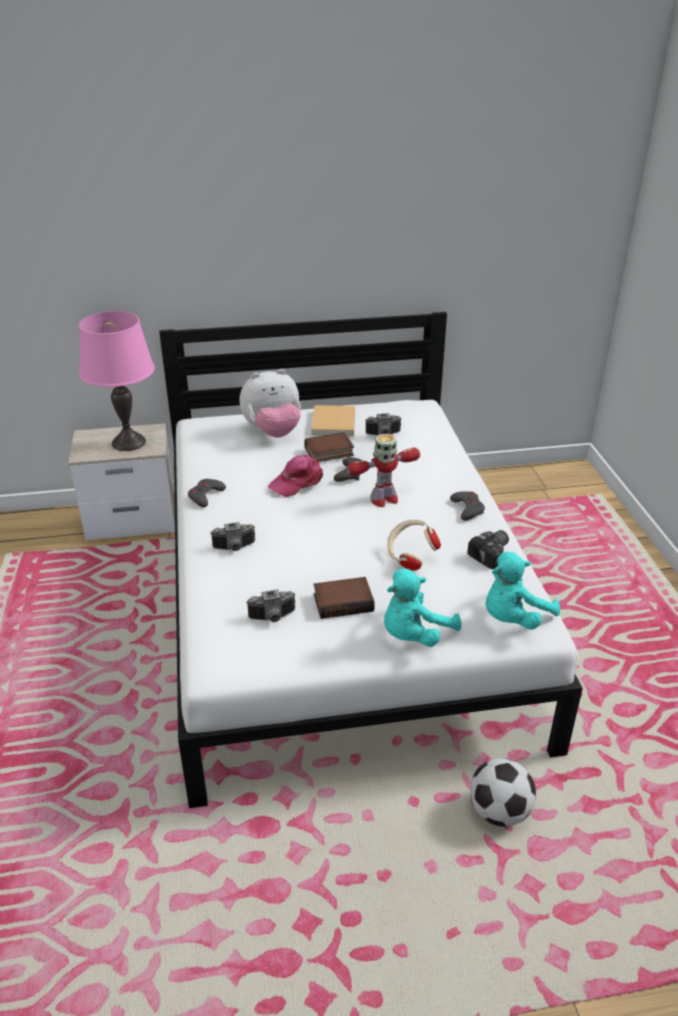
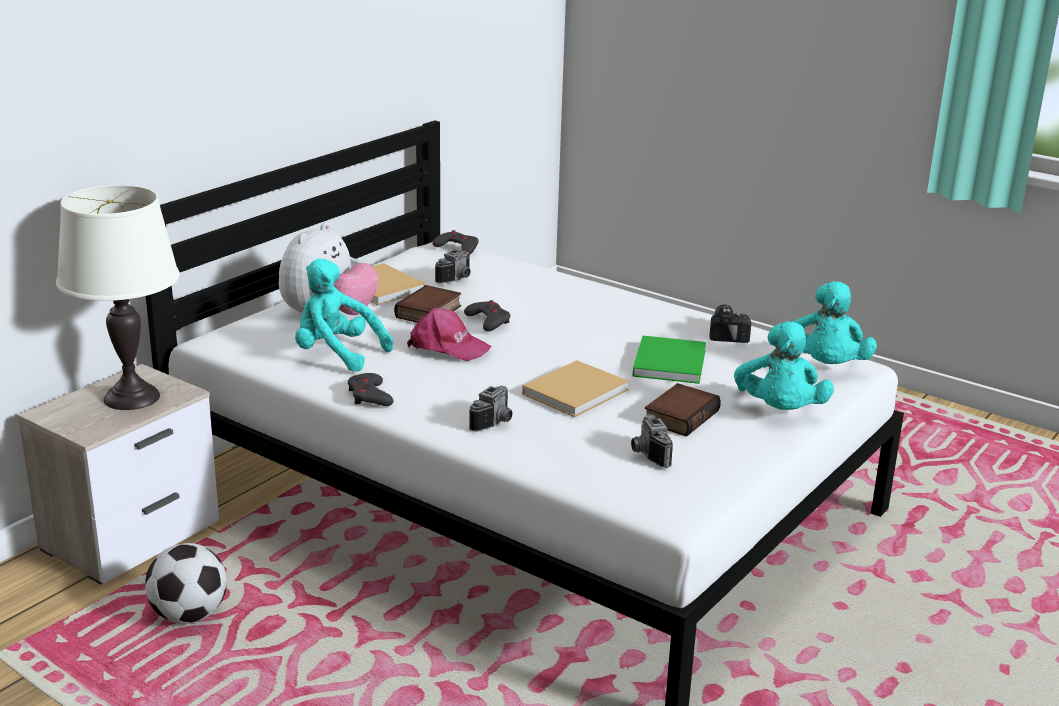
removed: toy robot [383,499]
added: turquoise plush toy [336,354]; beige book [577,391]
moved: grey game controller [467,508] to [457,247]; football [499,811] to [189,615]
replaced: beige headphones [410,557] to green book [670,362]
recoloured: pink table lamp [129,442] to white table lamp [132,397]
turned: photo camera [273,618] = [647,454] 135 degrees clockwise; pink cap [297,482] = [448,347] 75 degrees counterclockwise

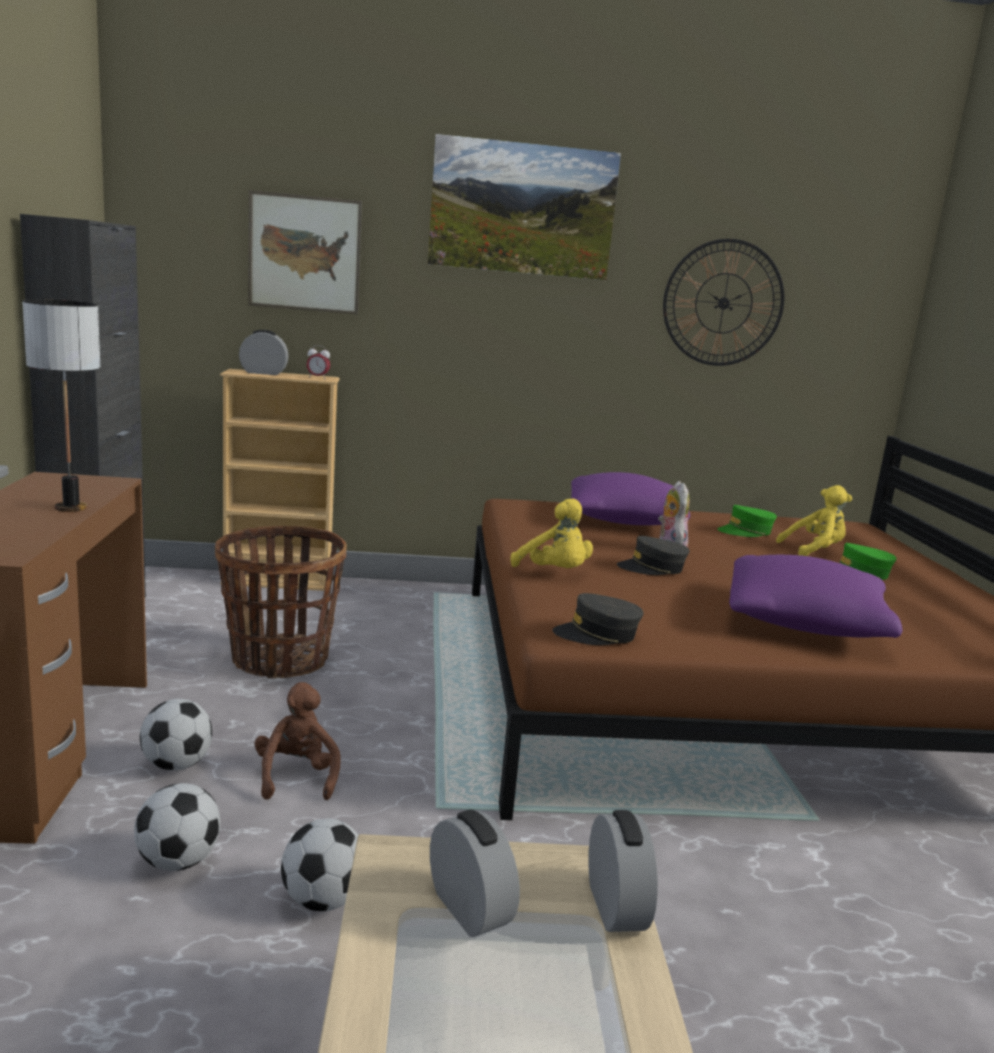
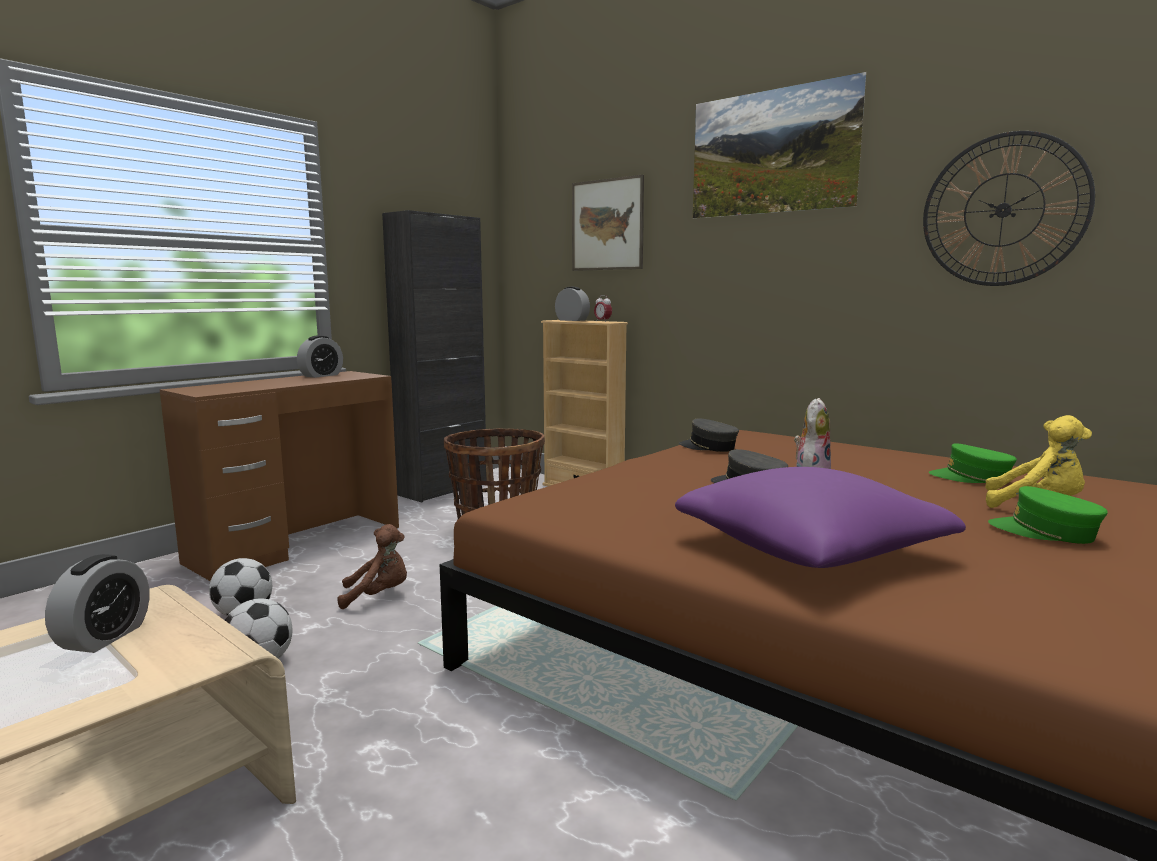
removed: table lamp [70,508]; football [176,764]; yellow plush toy [554,573]; purple pillow [624,519]
moved: grey cap [597,634] to [708,447]; alarm clock [615,906] to [321,375]
turned: brown plush toy [297,777] = [378,596] 45 degrees clockwise

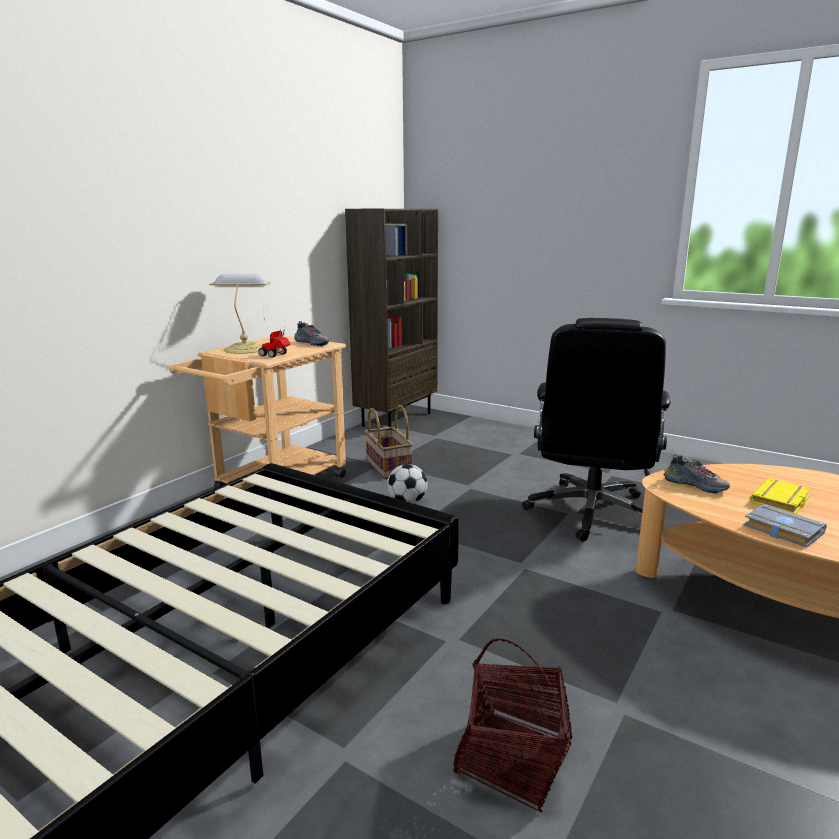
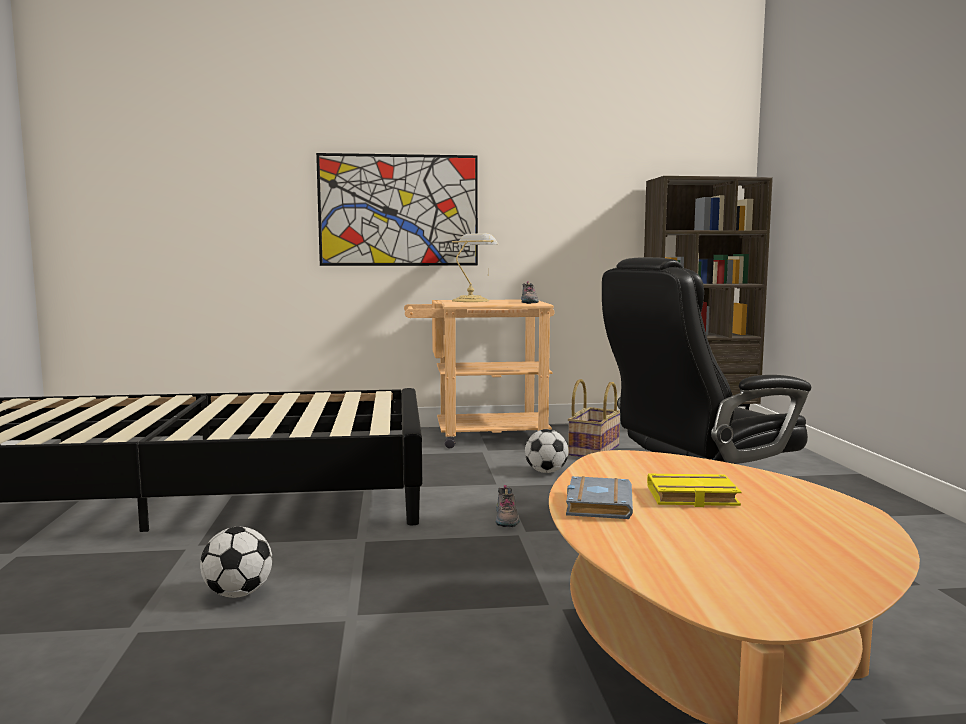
removed: toy car [276,355]
added: picture [398,210]
moved: shoe [696,485] to [507,519]
replaced: basket [513,759] to football [238,594]

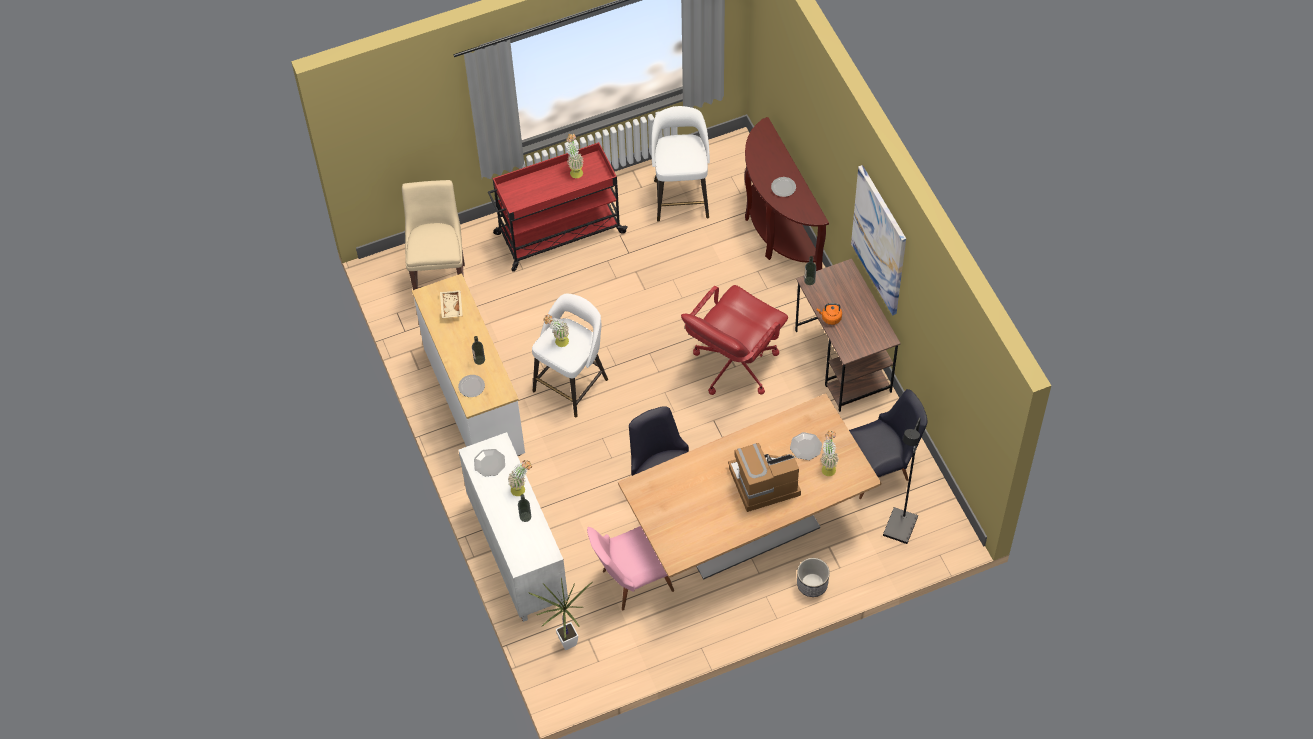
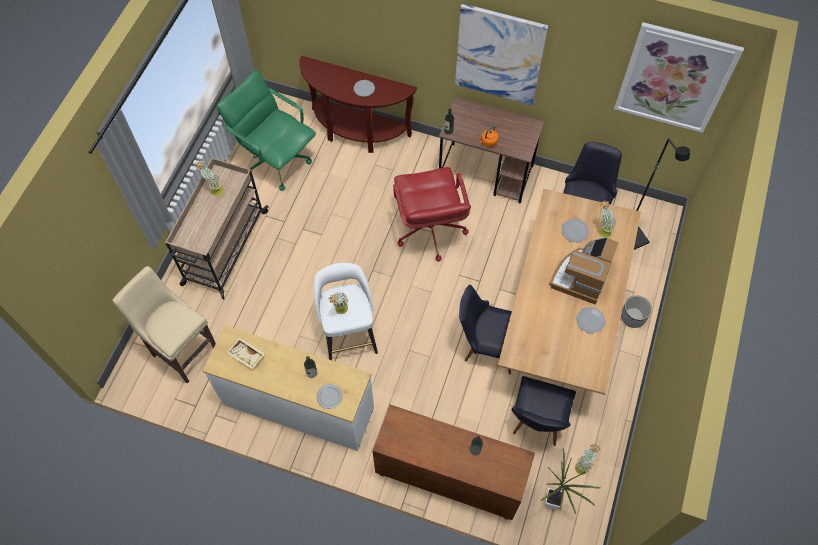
added: picture [674,78]
moved: plate [489,463] to [590,320]; potted plant [521,489] to [583,465]
replaced: white stool [681,197] to green office chair [275,160]
recoloured: white cabinet [516,552] to brown cabinet [448,478]; red cart [558,233] to beige cart [224,249]; pink chair [630,582] to black chair [537,423]

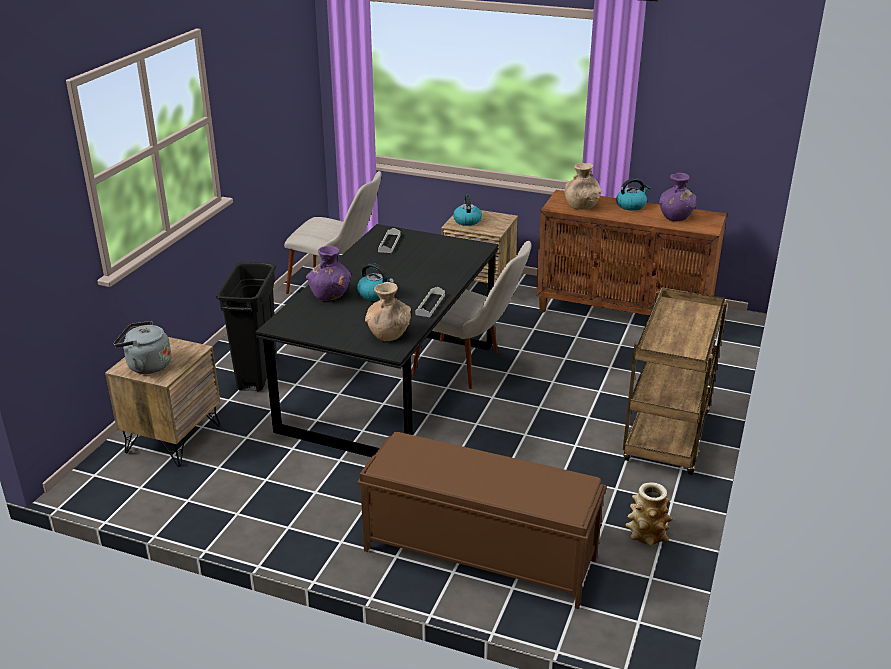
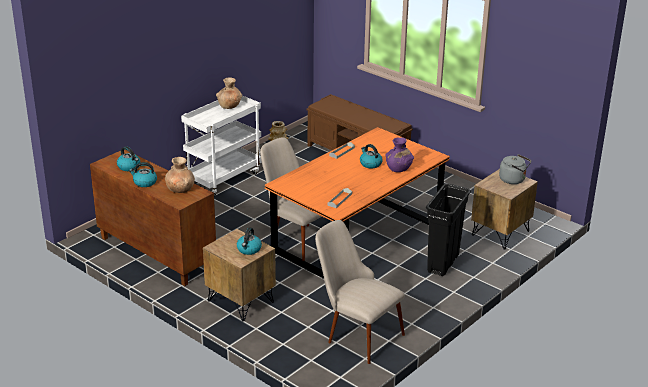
moved: brown vase [388,334] to [229,106]
replaced: purple vase [675,217] to kettle [129,167]
recoloured: black dining table [391,386] to orange dining table [356,237]; brown cart [667,440] to white cart [224,177]

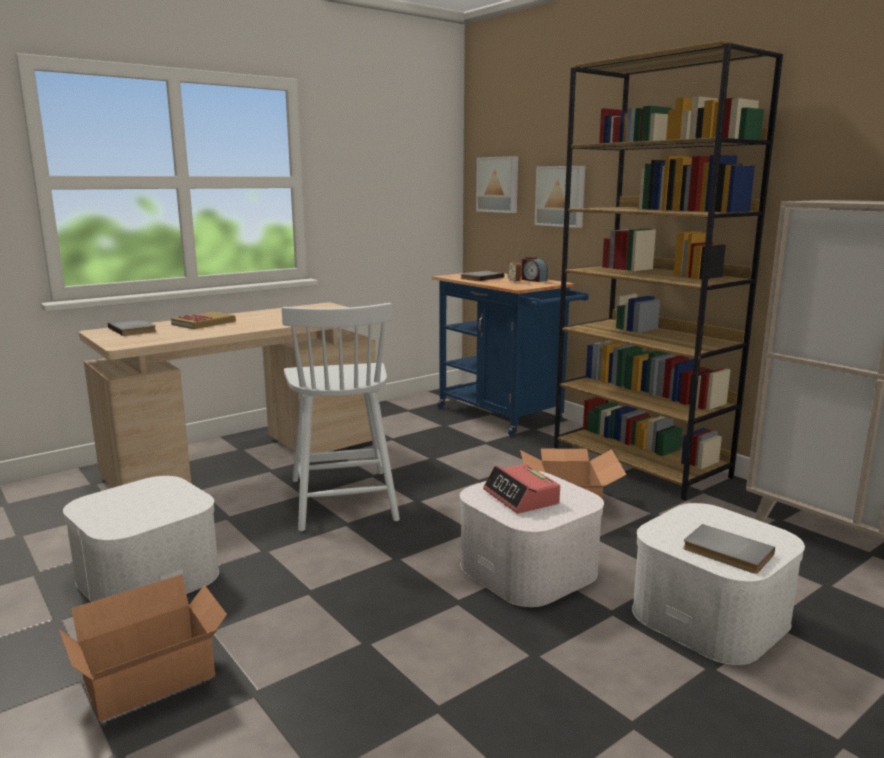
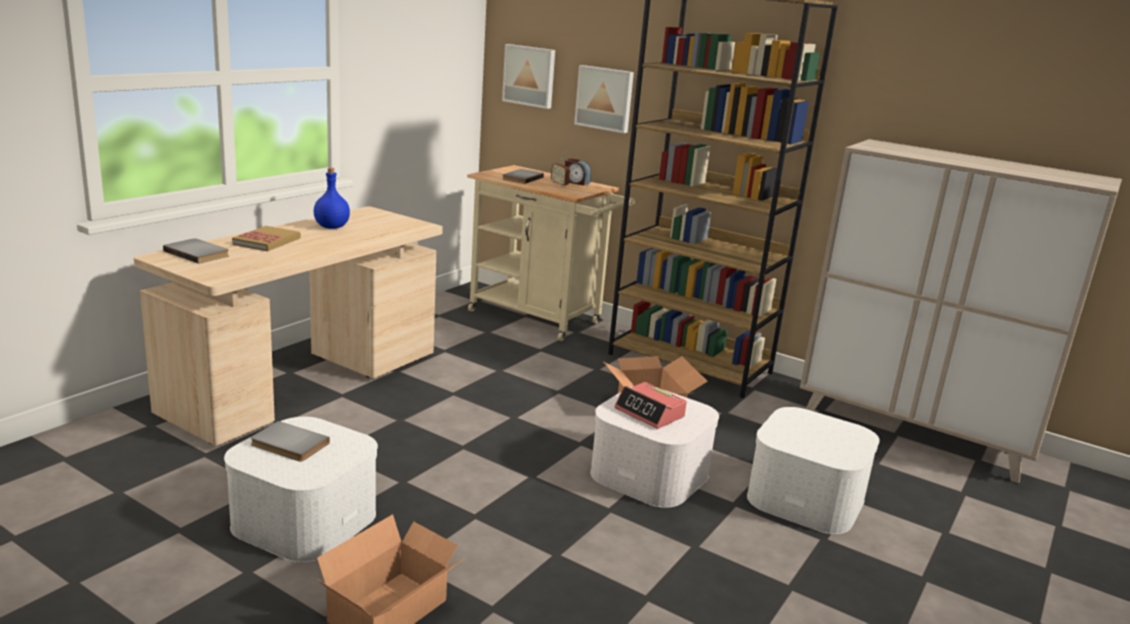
removed: white chair [343,498]
added: blue bottle [331,227]
moved: grey book [726,552] to [288,445]
recoloured: blue cart [504,416] to beige cart [541,319]

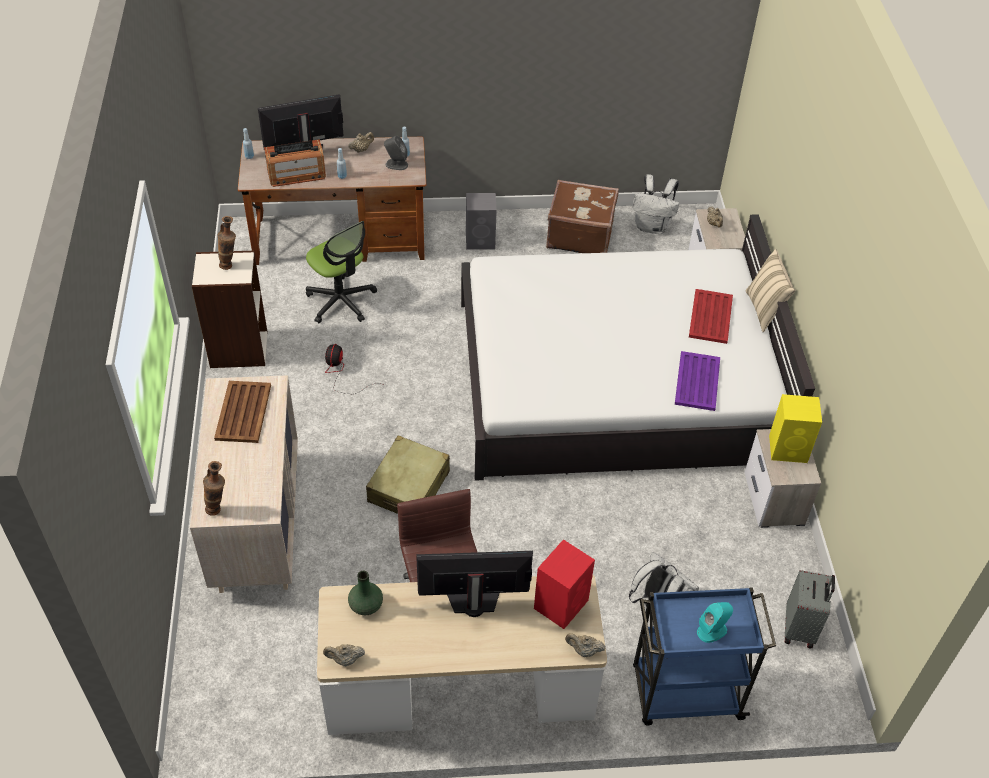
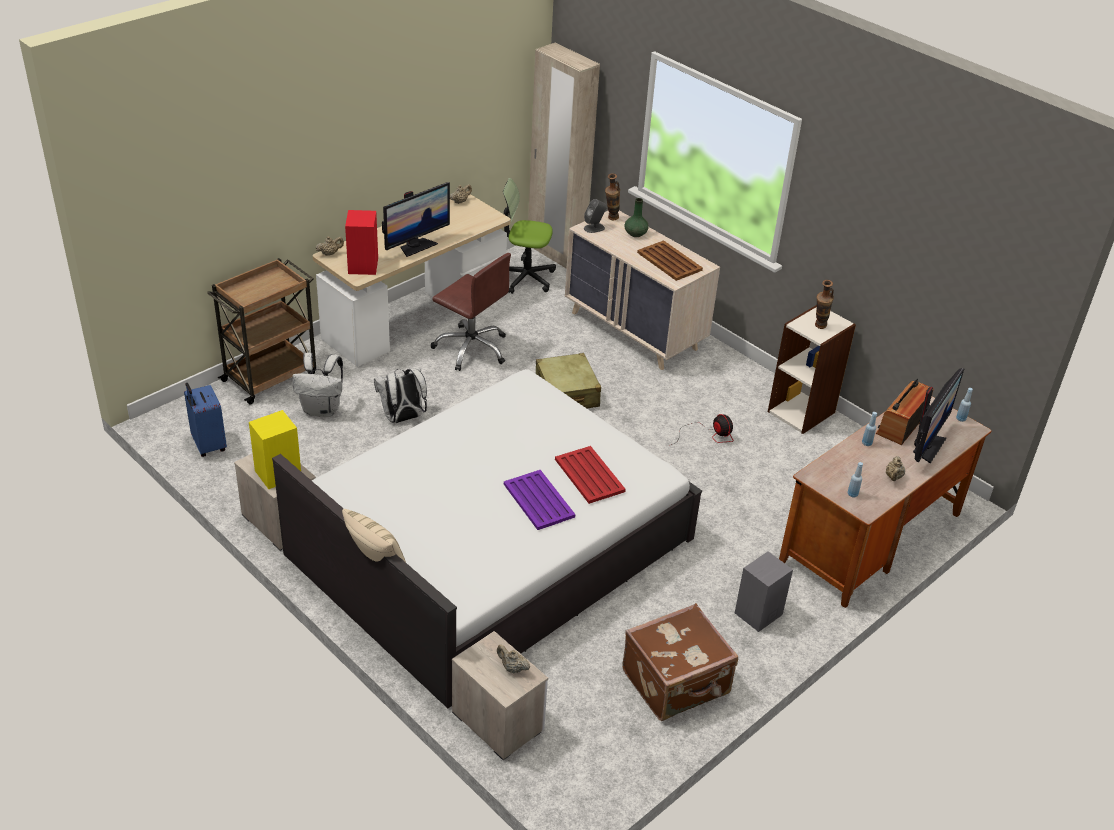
removed: turquoise speaker [712,630]
added: beige wardrobe [555,254]
moved: office chair [341,301] to [525,277]; green vase [365,605] to [635,233]; grey speaker [396,164] to [594,228]; white backpack [652,226] to [403,418]; purple tray [697,382] to [538,500]; red tray [710,317] to [589,475]
recoloured: blue cart [684,693] to brown cart [271,376]; grey suitcase [800,628] to blue suitcase [208,445]

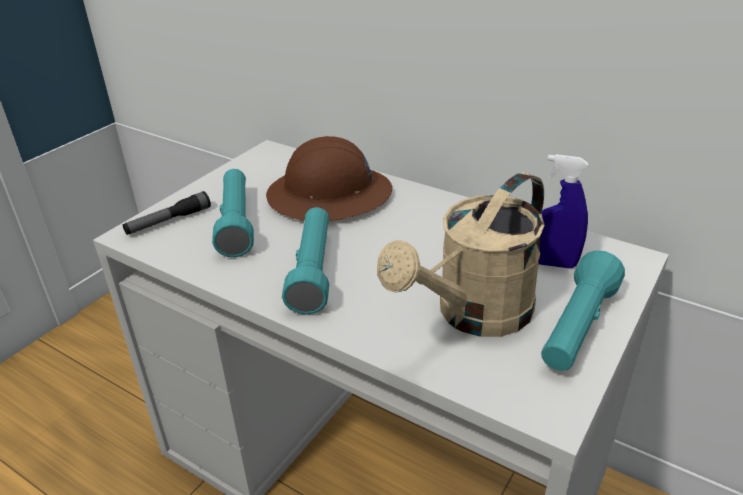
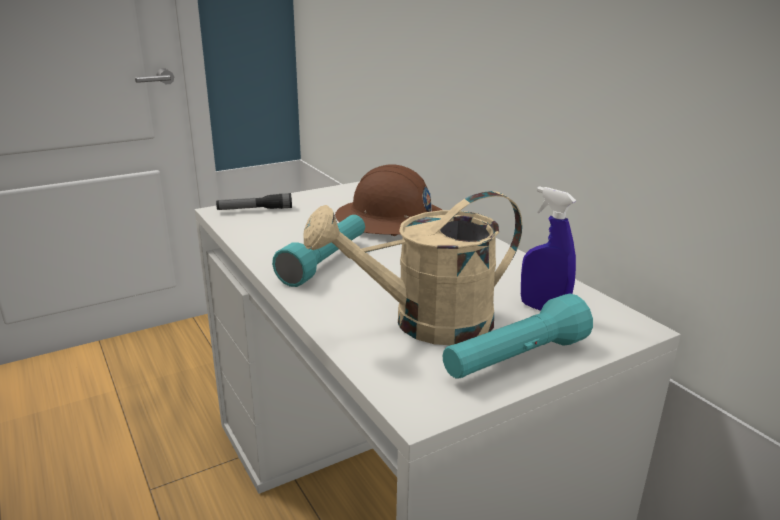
removed: turquoise flashlight [236,223]

